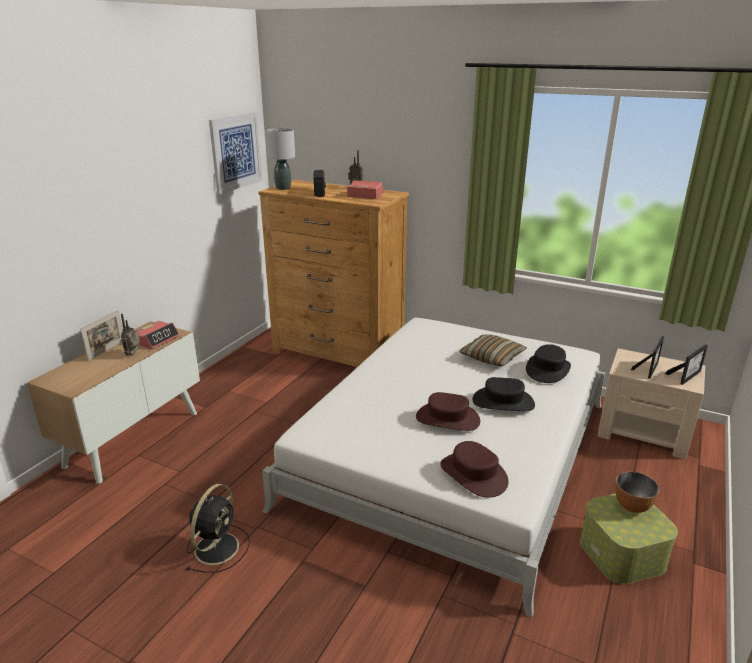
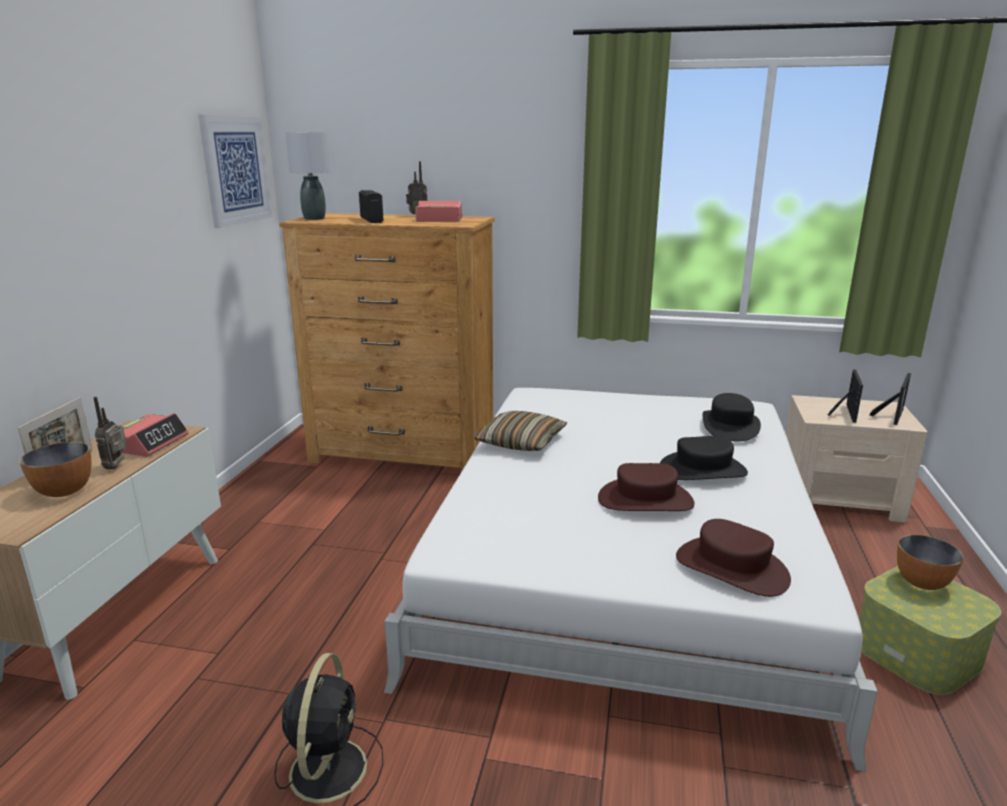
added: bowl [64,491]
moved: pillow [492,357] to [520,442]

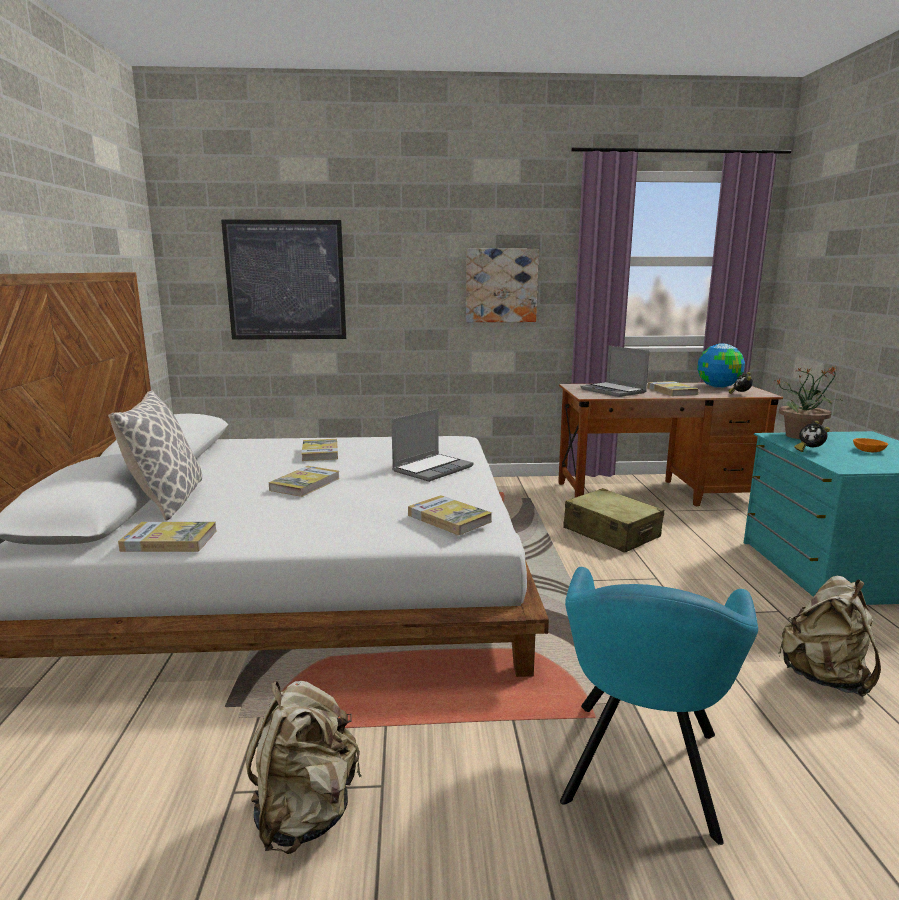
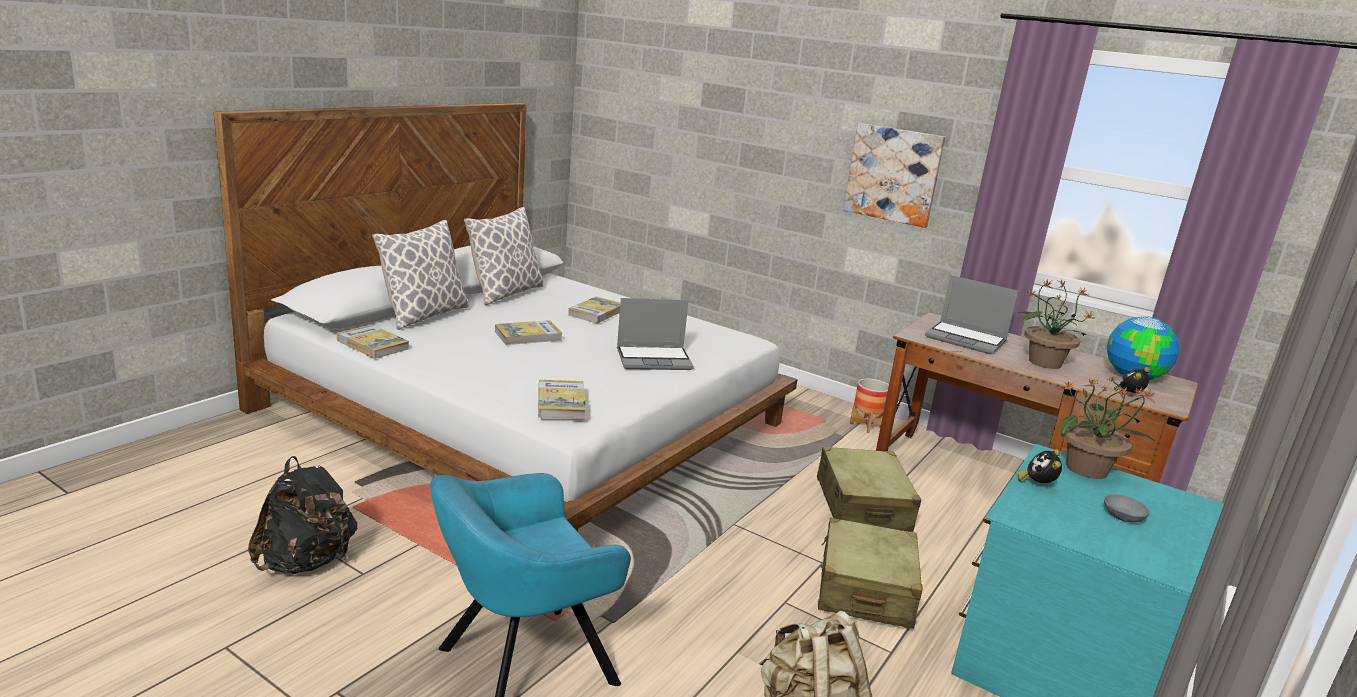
removed: picture [286,280]
added: pillow [505,293]; beige suitcase [865,590]; planter [866,425]
replaced: book [672,391] to potted plant [1044,362]
recoloured: beige backpack [305,813] to black backpack [306,562]; orange bowl [869,450] to grey bowl [1124,517]
turned: laptop [614,391] = [966,339] 60 degrees counterclockwise

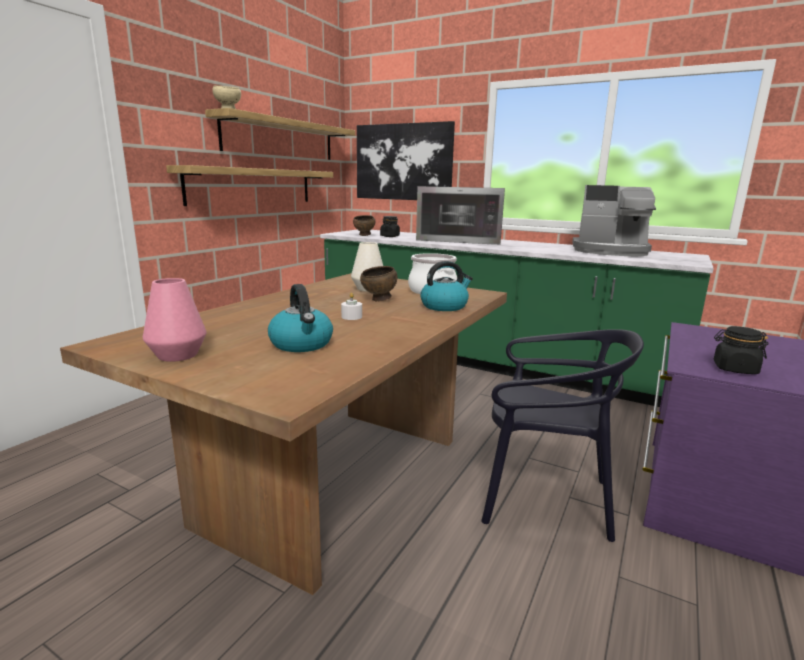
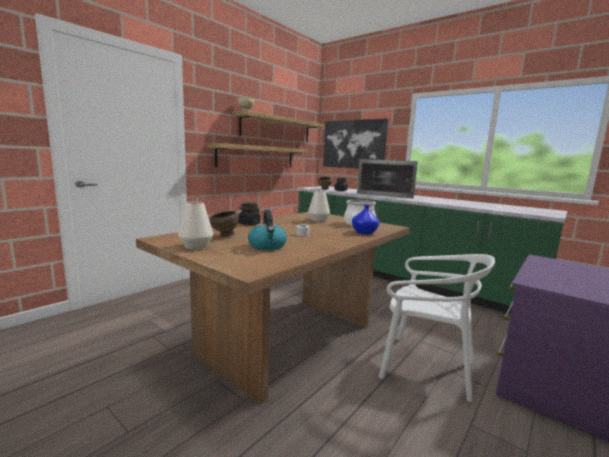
removed: coffee machine [610,251]
moved: brown bowl [379,300] to [224,236]; black jar [734,369] to [249,224]
replaced: kettle [444,306] to blue vase [364,232]
recoloured: pink vase [178,355] to white vase [196,246]; black chair [544,497] to white chair [426,367]

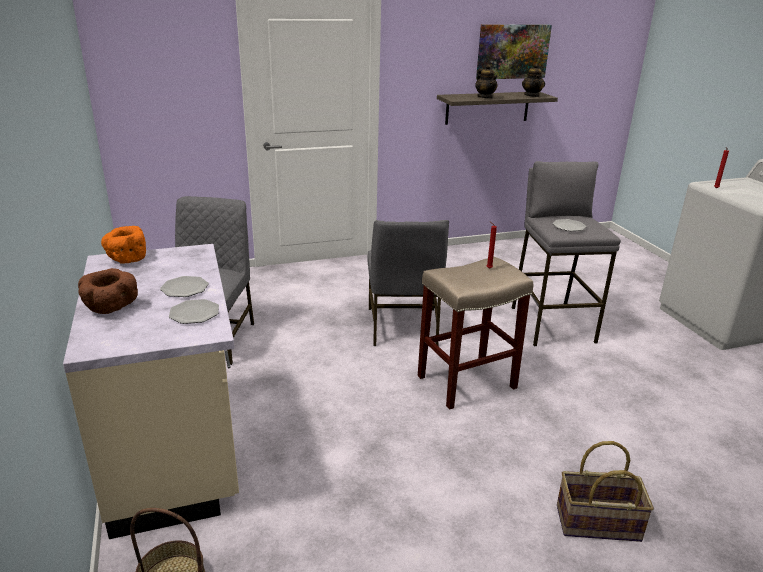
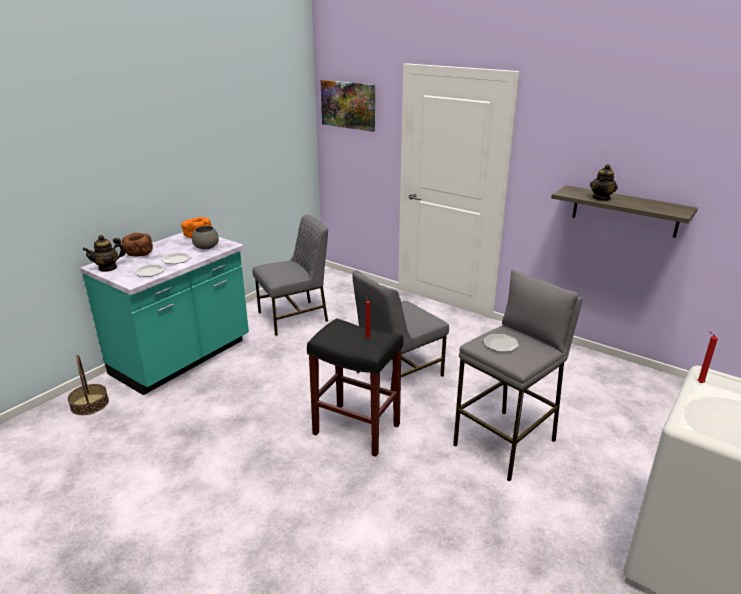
removed: basket [597,524]
added: grey bowl [206,247]
moved: picture [512,51] to [348,105]; teapot [532,95] to [108,268]
recoloured: beige counter [177,451] to turquoise counter [182,358]; beige stool [467,381] to black stool [358,429]

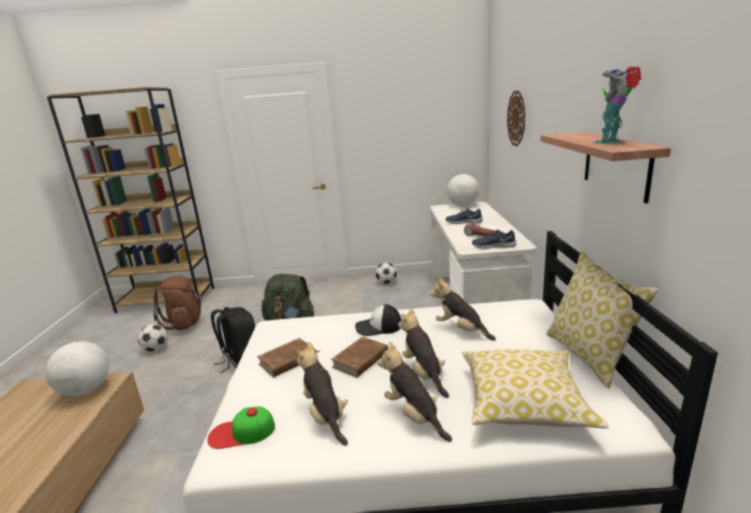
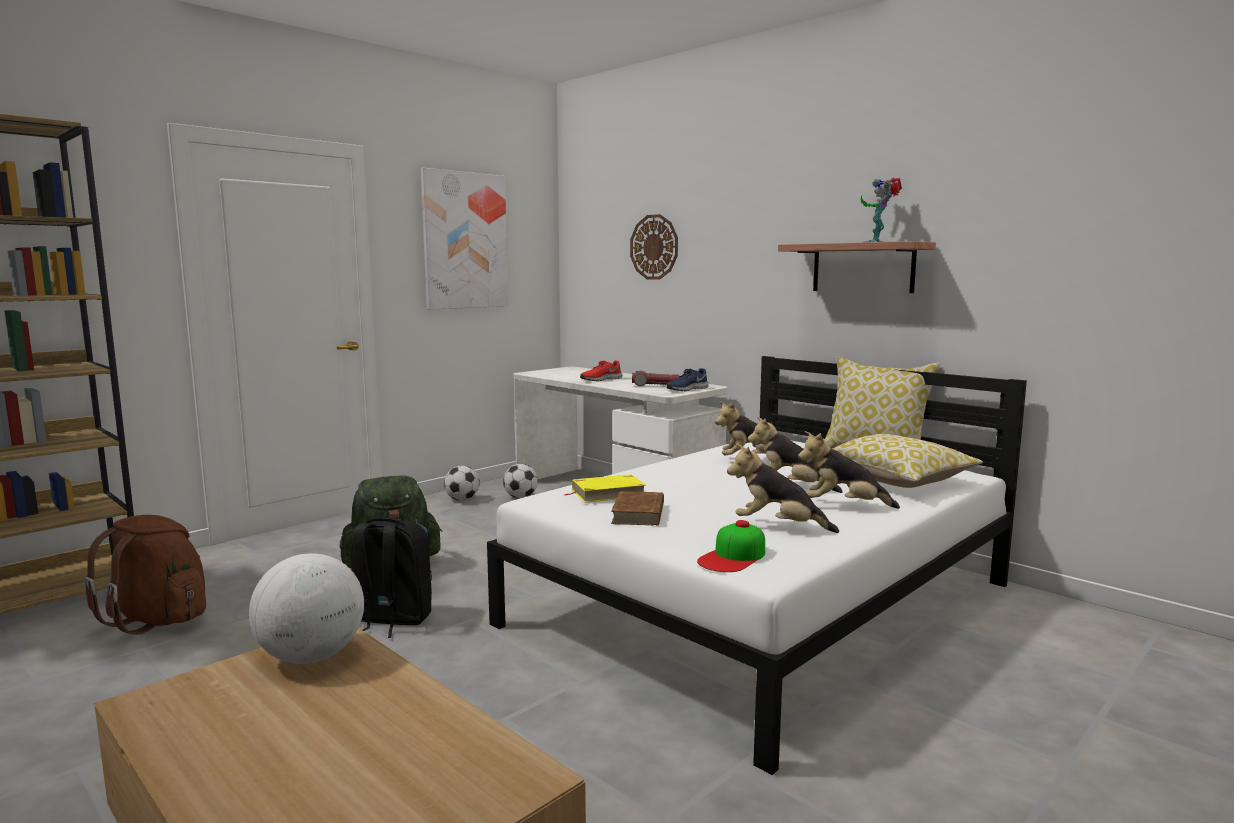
removed: brown book [361,360]; cap [378,327]; globe [462,205]
added: picture [465,241]; yellow book [608,493]
moved: football [156,349] to [520,497]
recoloured: blue shoe [463,222] to red shoe [600,379]

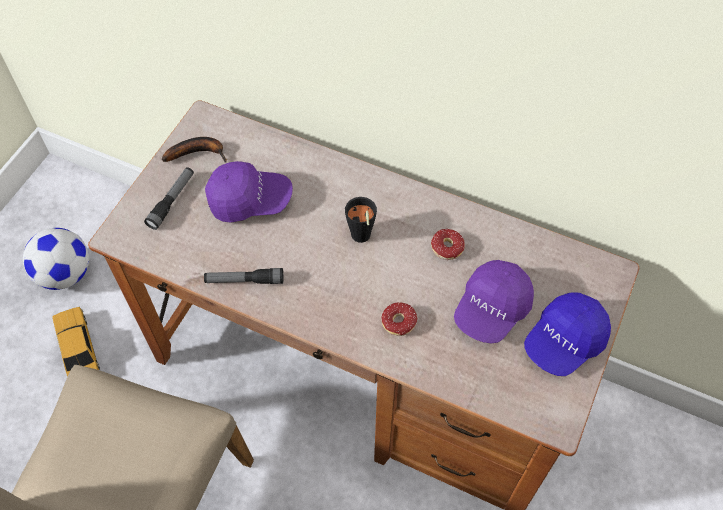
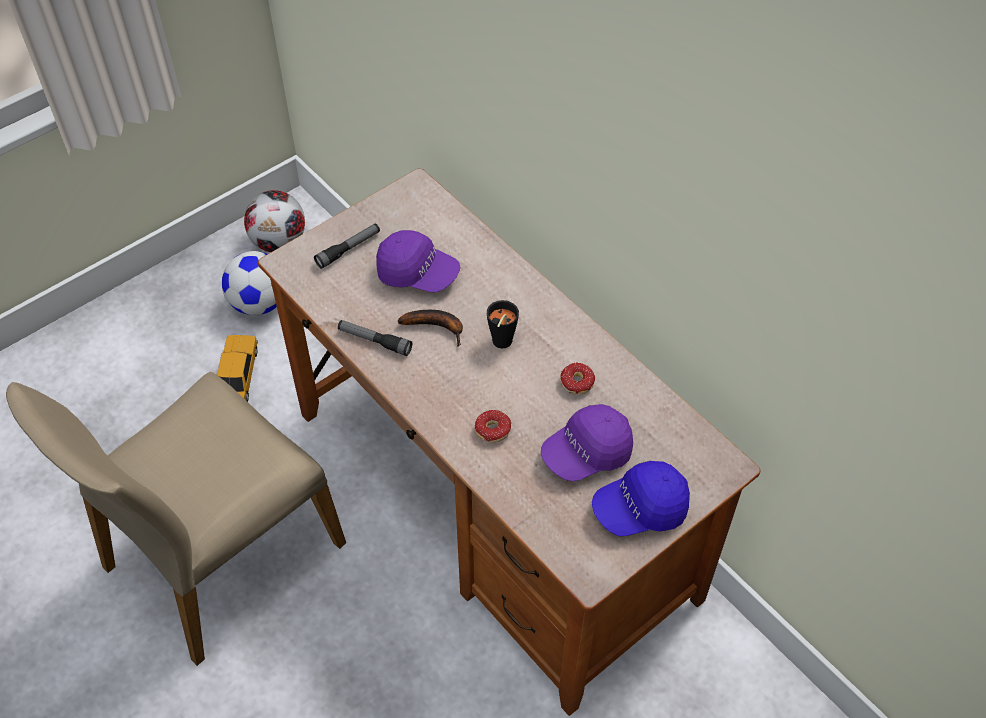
added: football [280,242]
moved: banana [199,153] to [437,327]

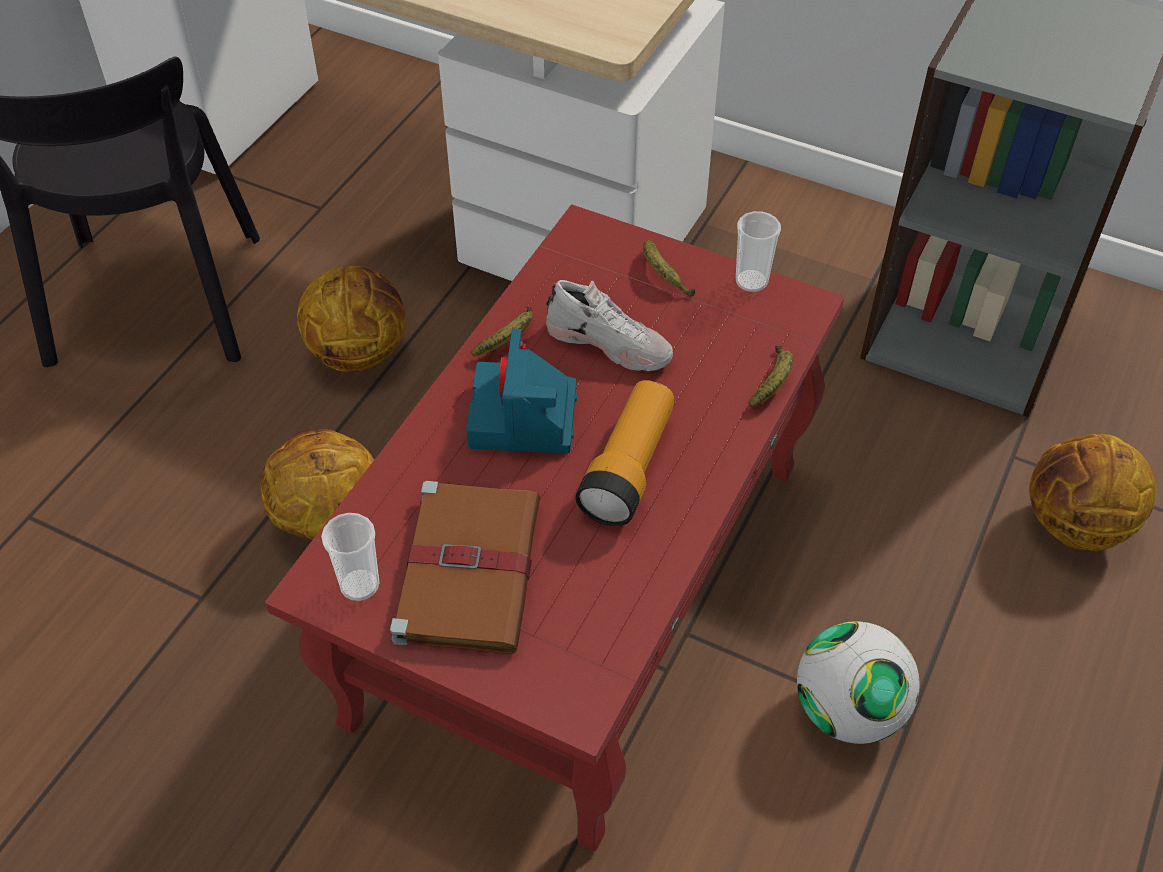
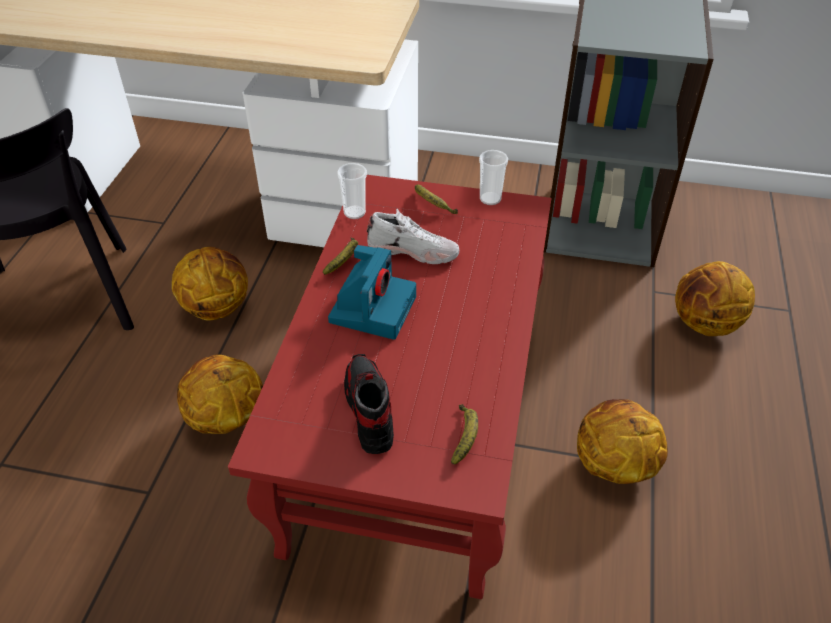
removed: flashlight [628,468]
moved: cup [359,585] to [354,212]; banana [773,382] to [464,437]
replaced: brown book [469,567] to shoe [369,411]; football [848,710] to basketball [613,466]
turned: photo camera [524,418] = [373,308] 150 degrees counterclockwise

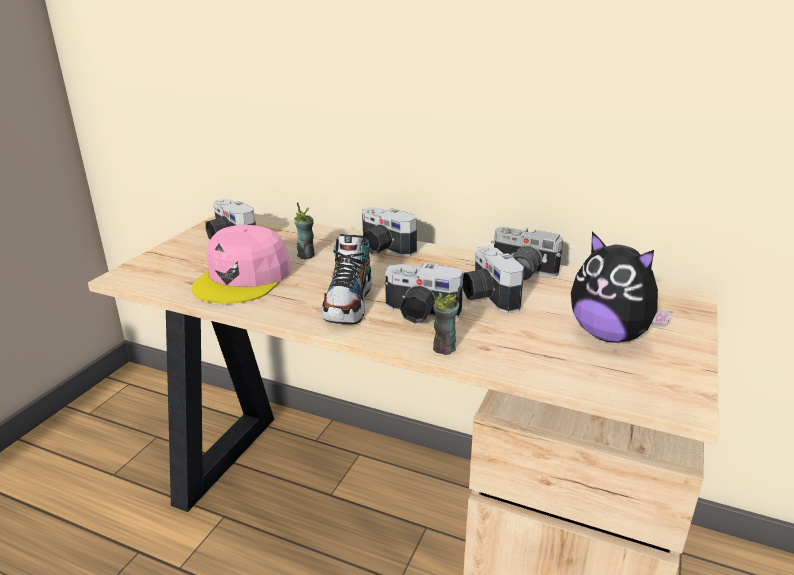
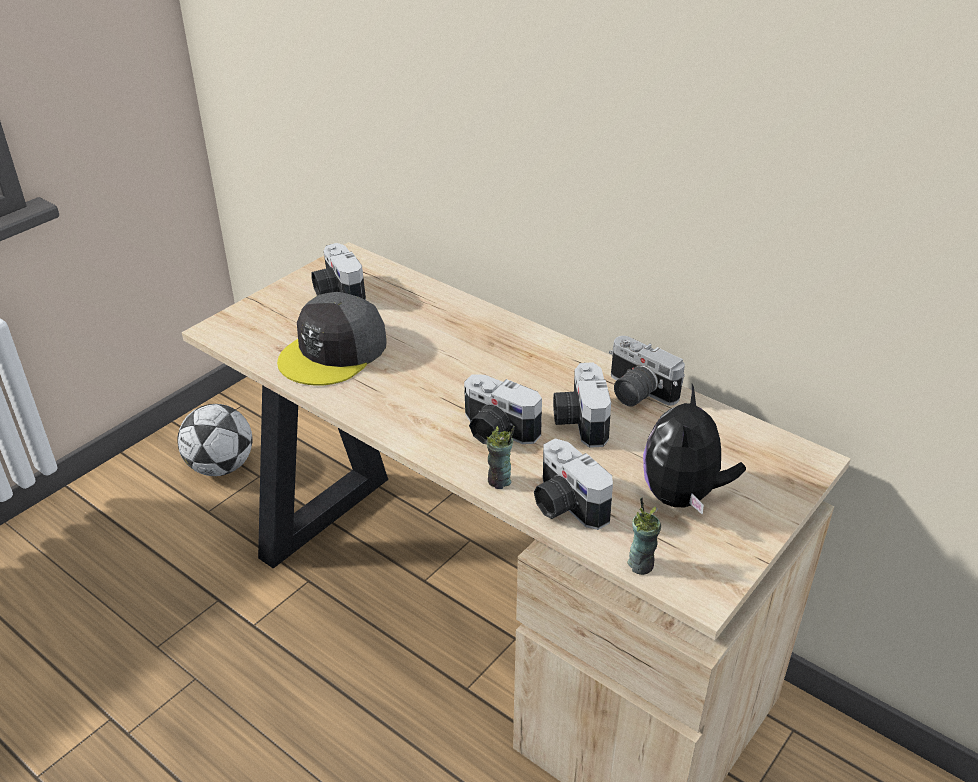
removed: shoe [349,303]
added: football [221,466]
moved: cup [306,255] to [641,564]; photo camera [383,249] to [565,505]
recoloured: pink cap [243,278] to grey cap [334,352]
turned: plush toy [609,335] = [682,496] 45 degrees clockwise

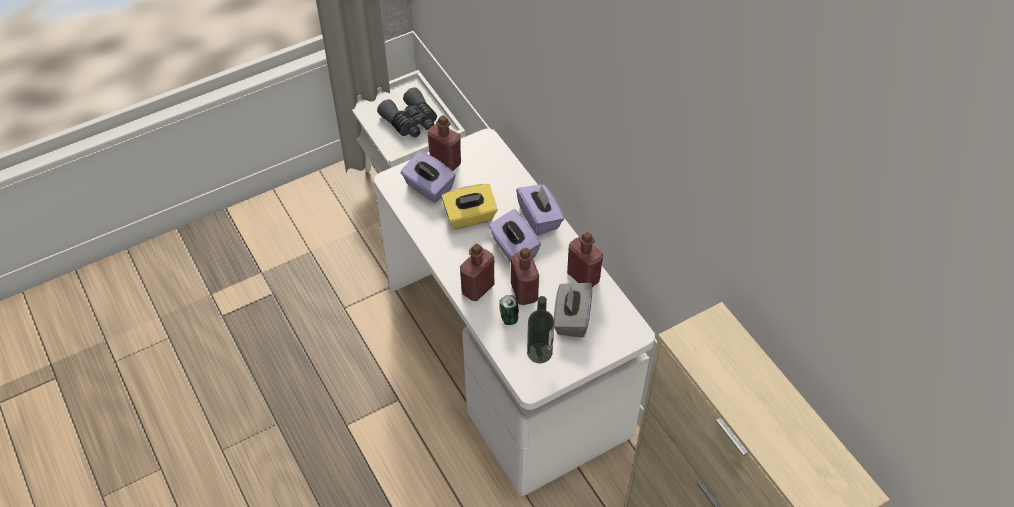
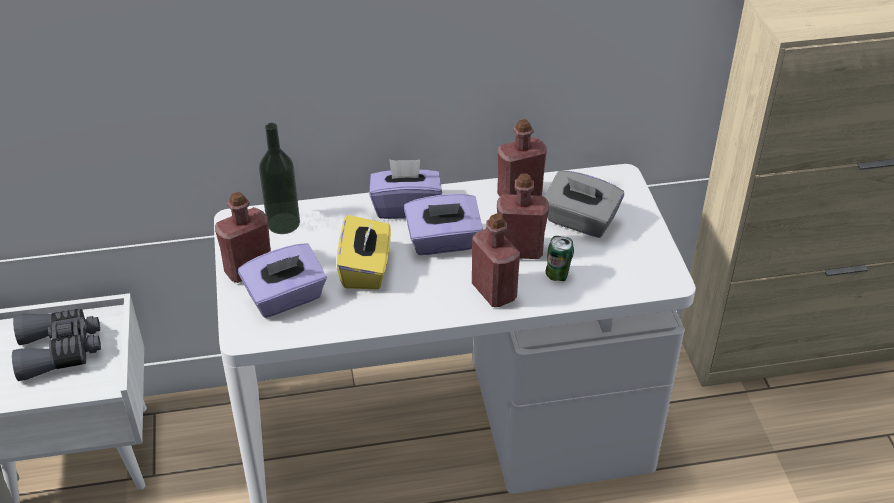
moved: bottle [539,353] to [283,223]

